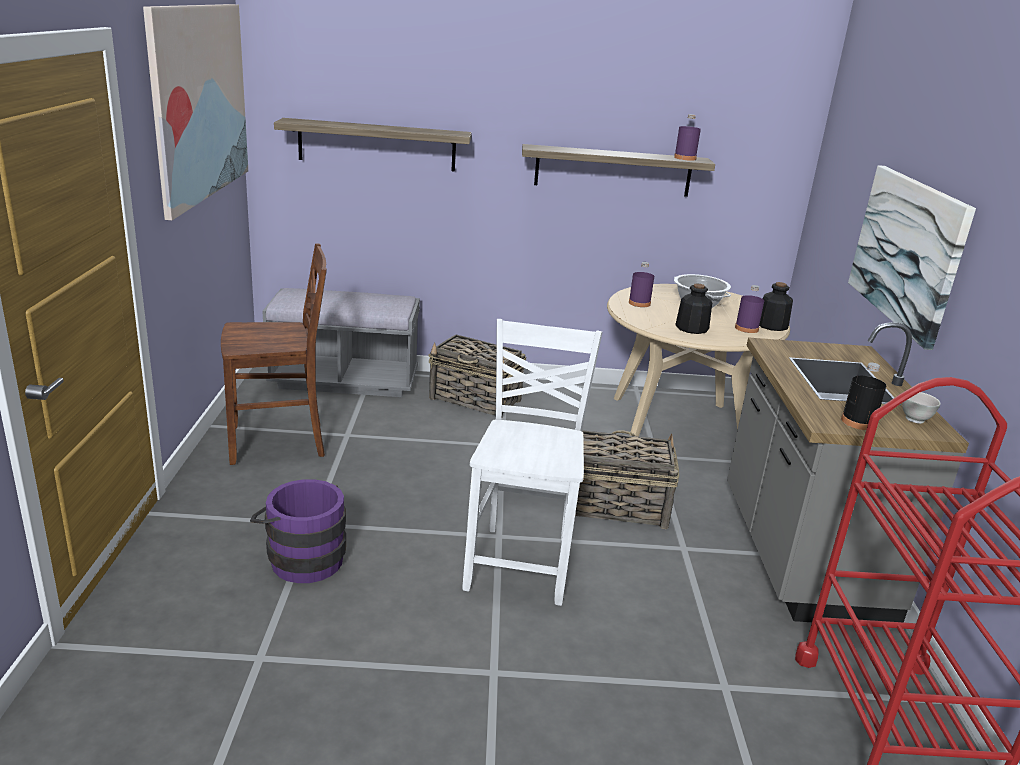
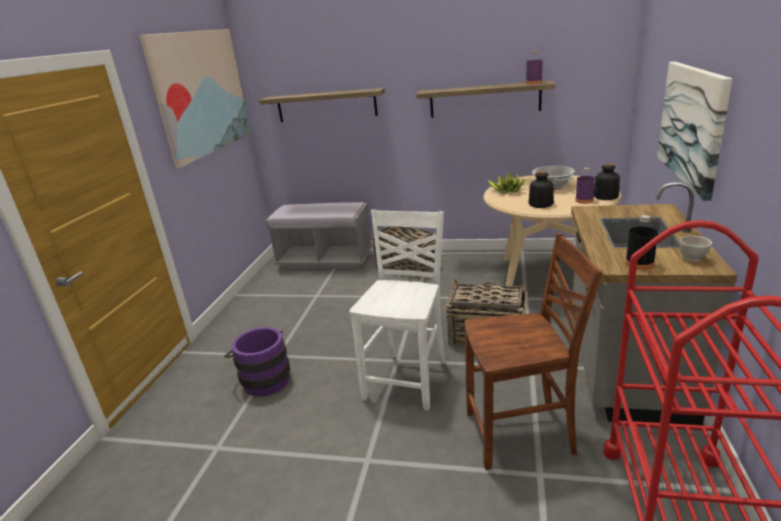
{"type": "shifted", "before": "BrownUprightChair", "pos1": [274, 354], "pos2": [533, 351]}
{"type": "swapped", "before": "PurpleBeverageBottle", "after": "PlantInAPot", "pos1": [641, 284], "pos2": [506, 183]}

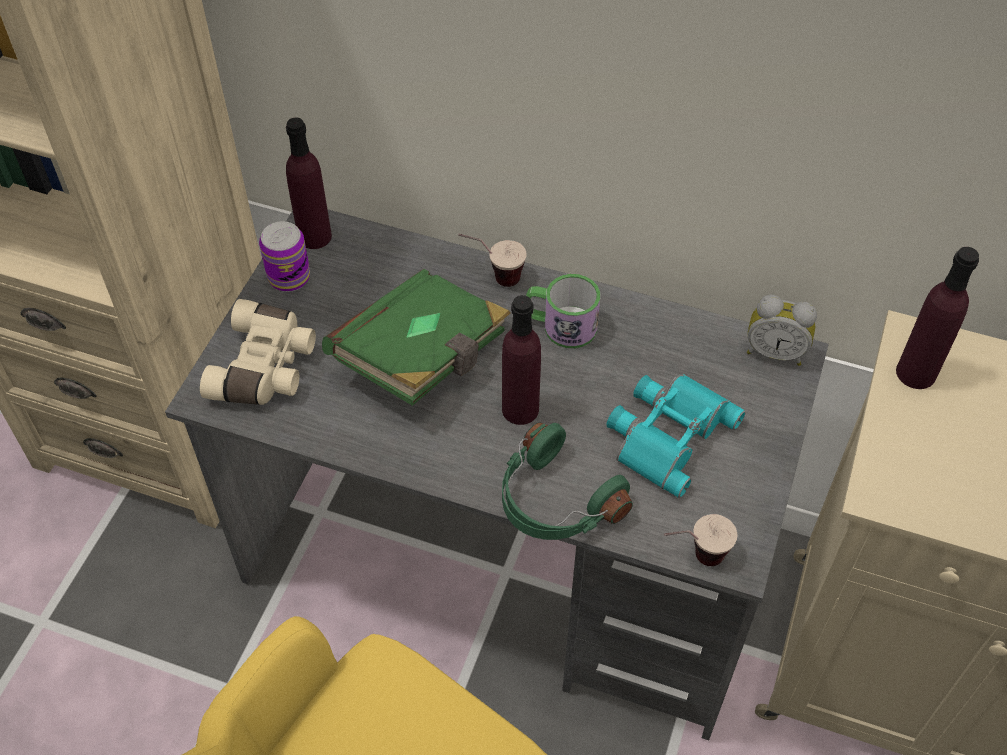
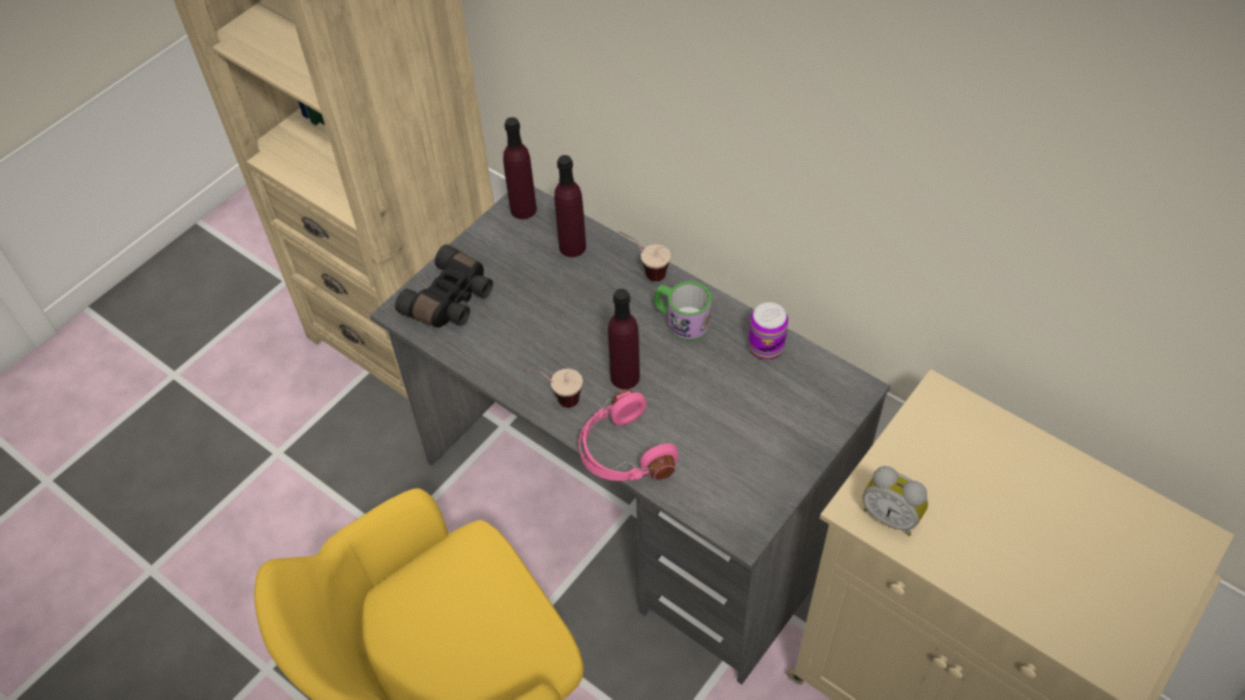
{"type": "repainted", "before": "BeigeColouredFieldGlasses", "after": "BlackFieldGlasses", "pos1": [258, 352], "pos2": [444, 286]}
{"type": "shifted", "before": "SealedCan", "pos1": [284, 256], "pos2": [768, 331]}
{"type": "gone", "before": "GreenishBoundBook", "pos1": [416, 337]}
{"type": "repainted", "before": "GreenishHeadset", "after": "PinkHeadset", "pos1": [567, 481], "pos2": [628, 435]}
{"type": "gone", "before": "TurquoiseFieldGlasses", "pos1": [676, 436]}
{"type": "shifted", "before": "Cup", "pos1": [701, 540], "pos2": [552, 388]}
{"type": "shifted", "before": "BedsideClock", "pos1": [782, 330], "pos2": [895, 501]}
{"type": "shifted", "before": "PurpleBeverageBottle", "pos1": [937, 318], "pos2": [570, 206]}

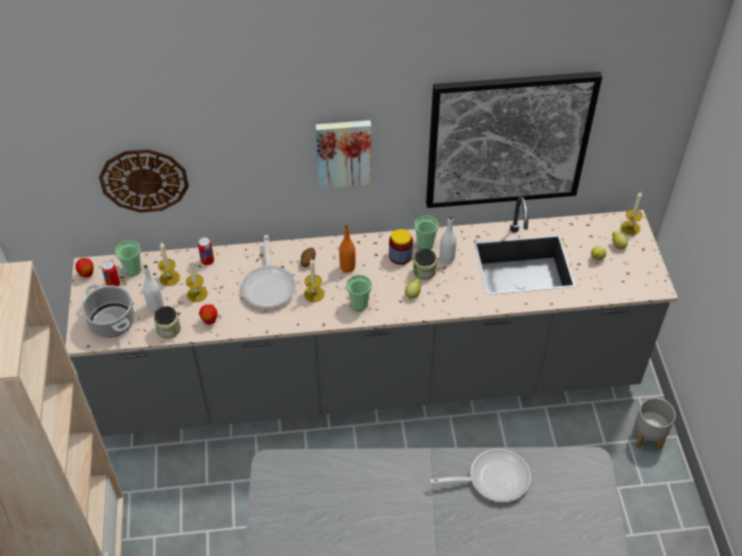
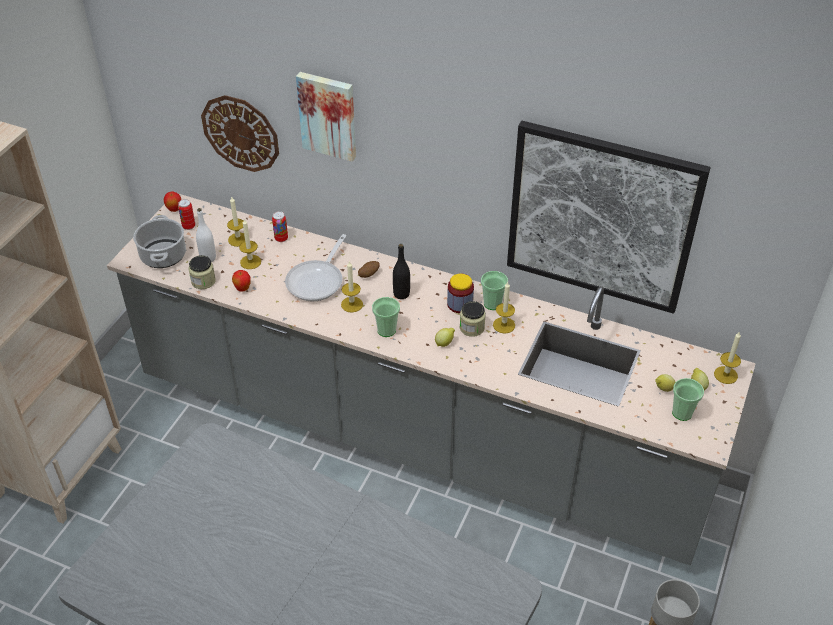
{"type": "shifted", "before": "Cup", "pos1": [128, 258], "pos2": [688, 399]}
{"type": "shifted", "before": "Picture", "pos1": [343, 154], "pos2": [326, 117]}
{"type": "repainted", "before": "OrangeColouredBeverageBottle", "after": "BlackBeverageBottle", "pos1": [347, 249], "pos2": [401, 271]}
{"type": "gone", "before": "Skillet", "pos1": [480, 475]}
{"type": "swapped", "before": "WhitishBeverageBottle", "after": "WaxCandle", "pos1": [448, 240], "pos2": [504, 307]}

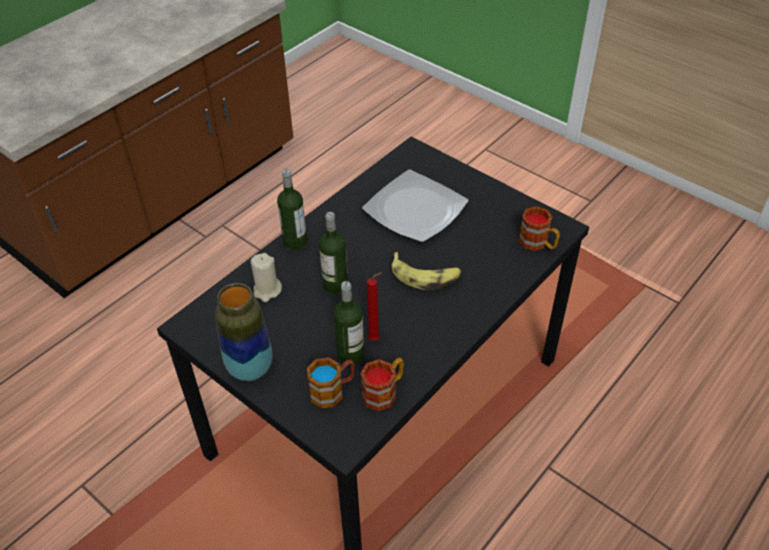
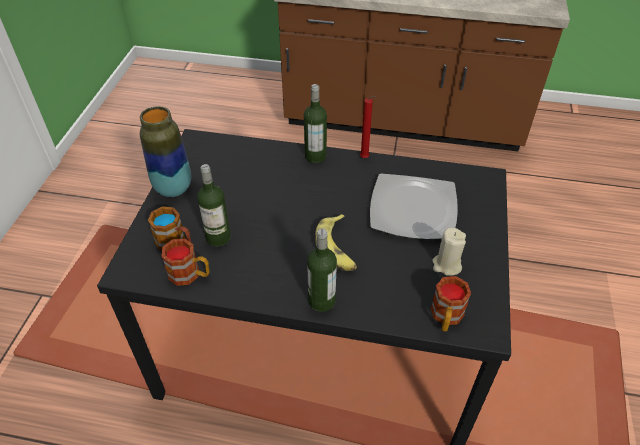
{"type": "shifted", "before": "BeigeColouredWaxCandle", "pos1": [266, 277], "pos2": [449, 251]}
{"type": "shifted", "before": "BeverageBottle", "pos1": [333, 253], "pos2": [322, 270]}
{"type": "shifted", "before": "RedColouredWaxCandle", "pos1": [374, 306], "pos2": [368, 127]}

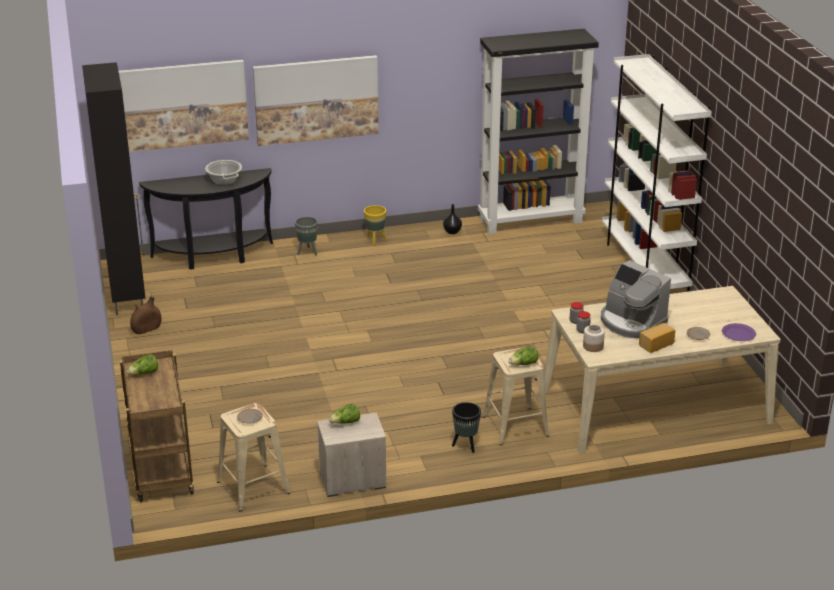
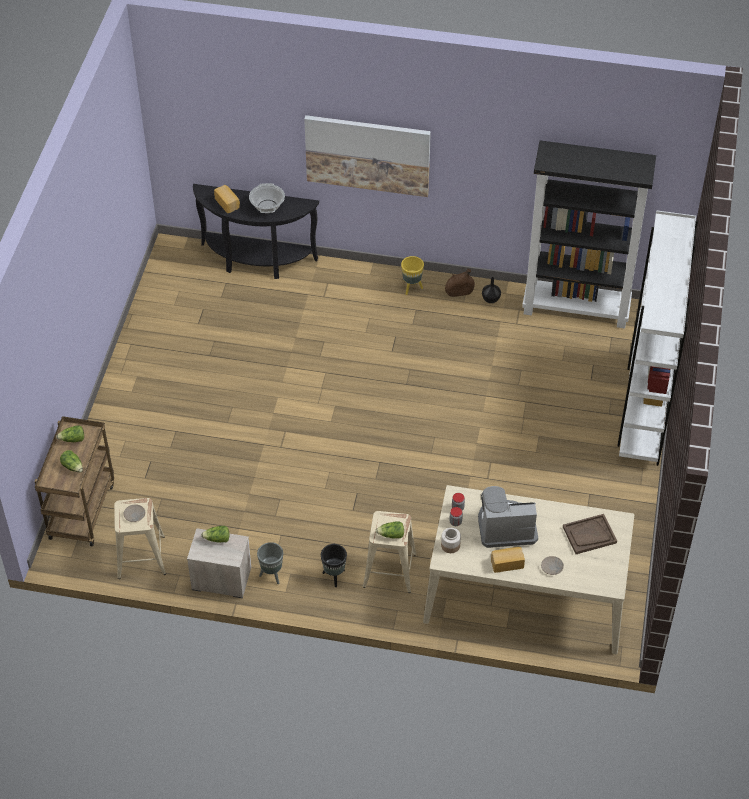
{"type": "gone", "before": "BlackStorageCabinet", "pos1": [113, 188]}
{"type": "gone", "before": "Picture", "pos1": [184, 106]}
{"type": "shifted", "before": "BrownDecorativeVase", "pos1": [145, 315], "pos2": [460, 283]}
{"type": "shifted", "before": "GreyishFlowerPot", "pos1": [306, 236], "pos2": [270, 563]}
{"type": "rotated", "before": "CoffeeBrewer", "pos1": [636, 299], "pos2": [508, 517], "turn": 105}
{"type": "gone", "before": "PurpleDinnerPlate", "pos1": [739, 332]}
{"type": "new", "after": "HeadOfLettuce", "pos2": [71, 461]}
{"type": "new", "after": "BakedBread", "pos2": [227, 199]}
{"type": "new", "after": "BrownCarryingTray", "pos2": [590, 534]}

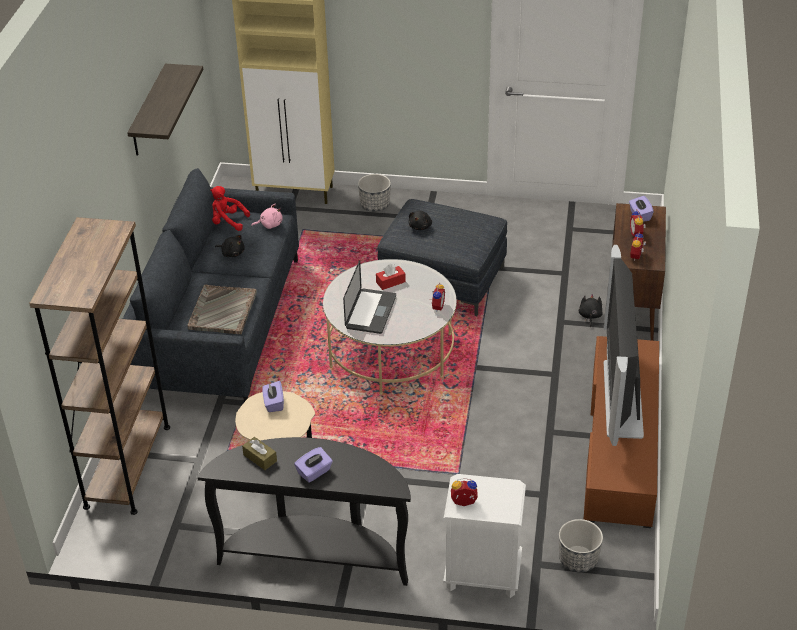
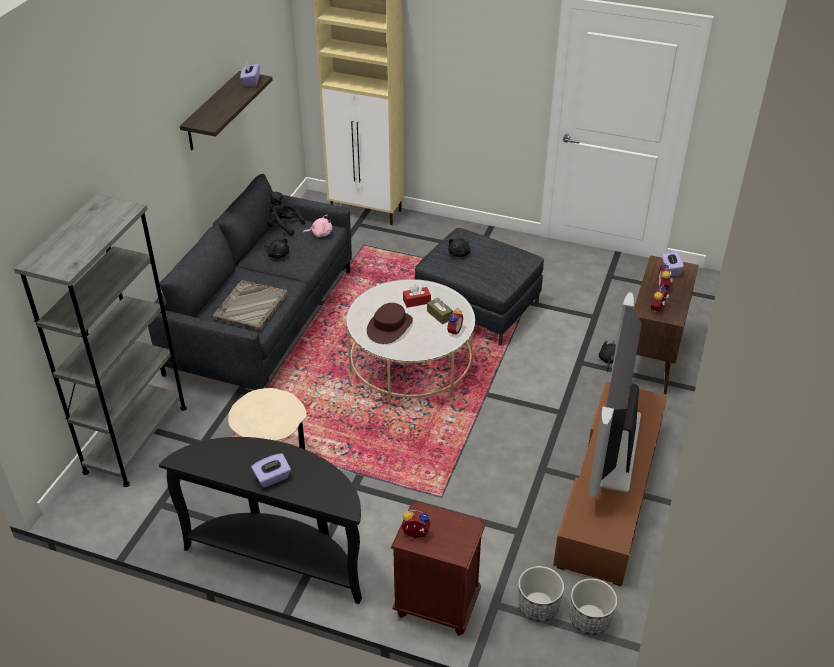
{"type": "repainted", "before": "BrownBookcase", "after": "GreyishBookcase", "pos1": [99, 366], "pos2": [100, 340]}
{"type": "repainted", "before": "RedColouredCuddlyToy", "after": "BlackCuddlyToy", "pos1": [230, 208], "pos2": [286, 213]}
{"type": "shifted", "before": "BrownTissueHolder", "pos1": [259, 453], "pos2": [440, 311]}
{"type": "shifted", "before": "PurpleTissueHolder", "pos1": [273, 396], "pos2": [250, 74]}
{"type": "swapped", "before": "Laptop", "after": "BrownHat", "pos1": [369, 297], "pos2": [390, 323]}
{"type": "shifted", "before": "FlowerPot", "pos1": [374, 193], "pos2": [593, 606]}
{"type": "repainted", "before": "WhitishNightstand", "after": "BrownNightstand", "pos1": [484, 536], "pos2": [438, 569]}

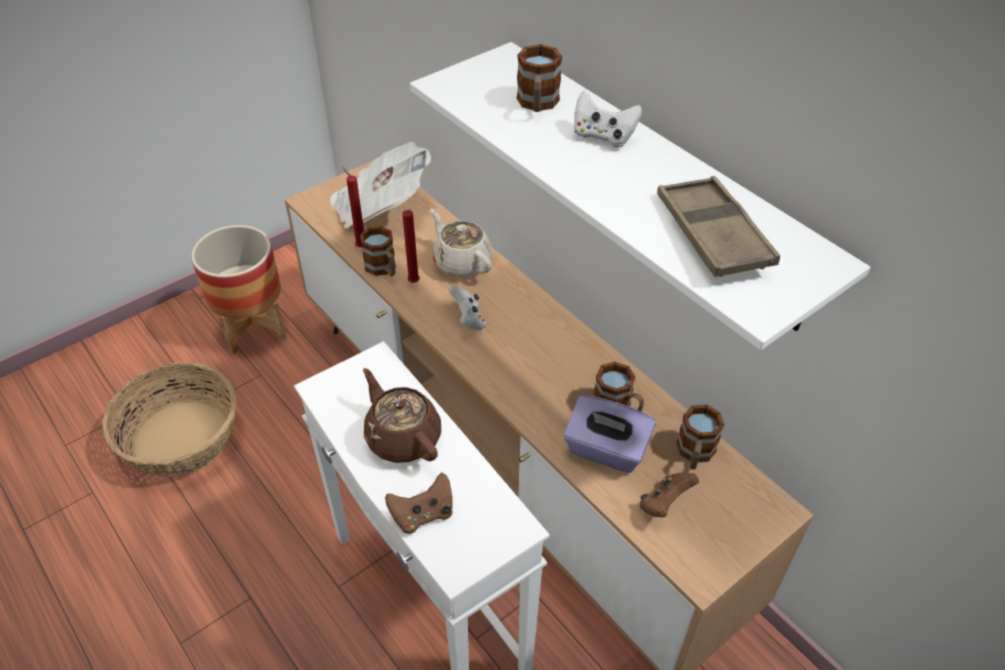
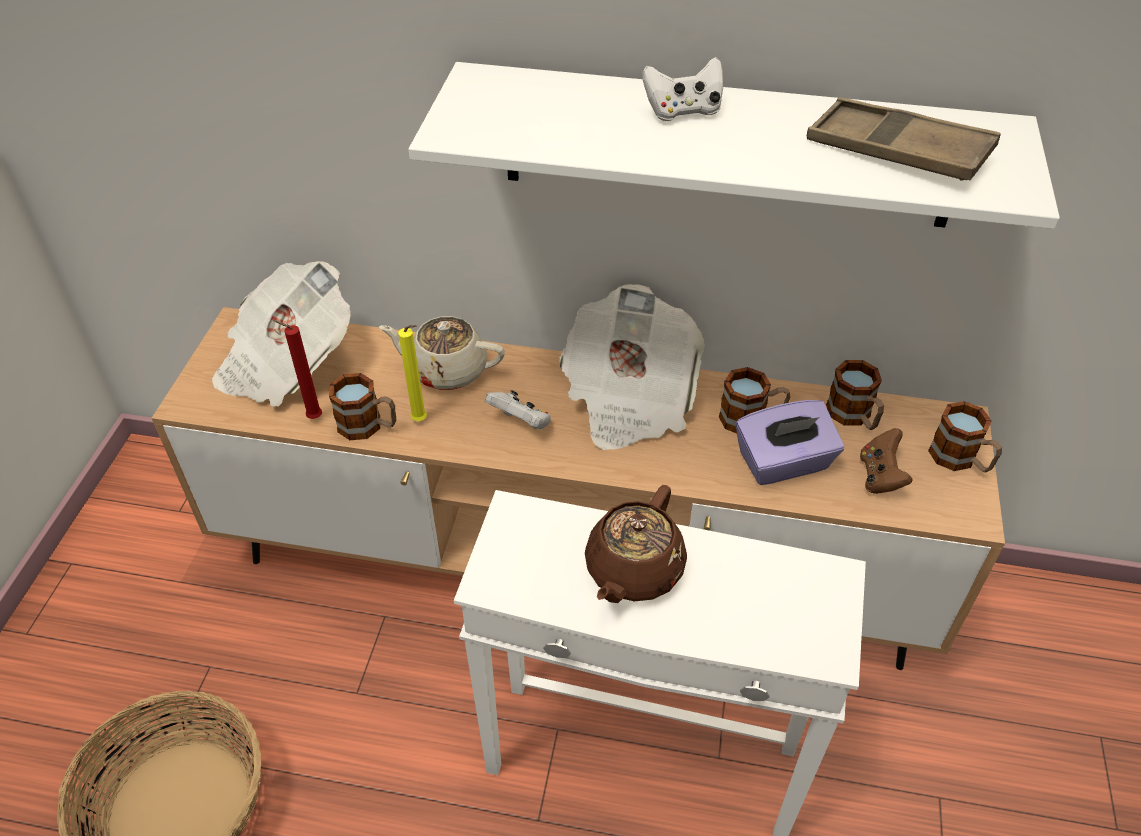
{"type": "gone", "before": "FlowerPot", "pos1": [239, 289]}
{"type": "rotated", "before": "BrownPotForTea", "pos1": [402, 415], "pos2": [636, 544], "turn": -75}
{"type": "gone", "before": "BrownGameController", "pos1": [419, 503]}
{"type": "repainted", "before": "RedColouredWaxCandle", "after": "YellowWaxCandle", "pos1": [411, 246], "pos2": [412, 373]}
{"type": "shifted", "before": "TeaMug", "pos1": [539, 78], "pos2": [965, 437]}
{"type": "new", "after": "PrintedPaper", "pos2": [632, 367]}

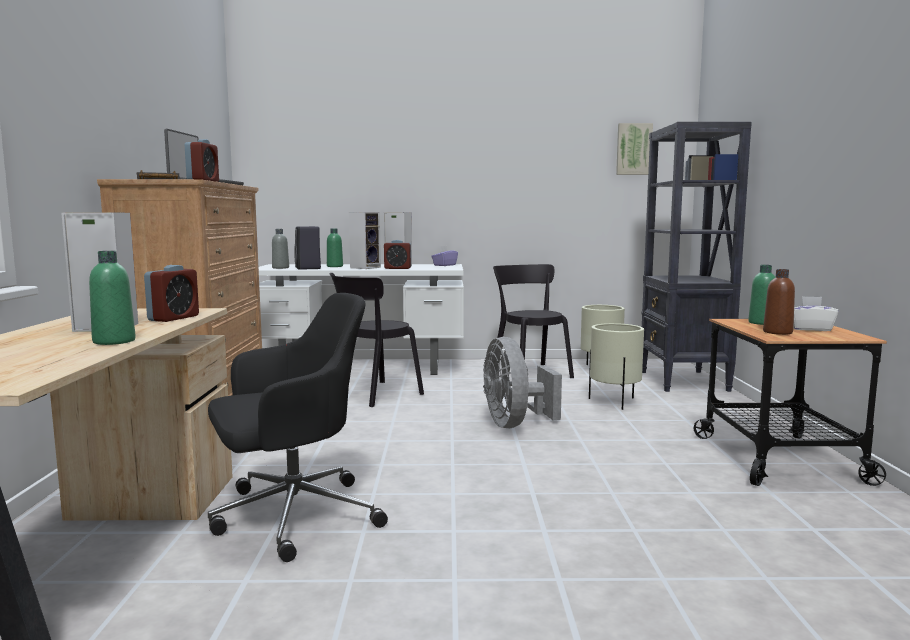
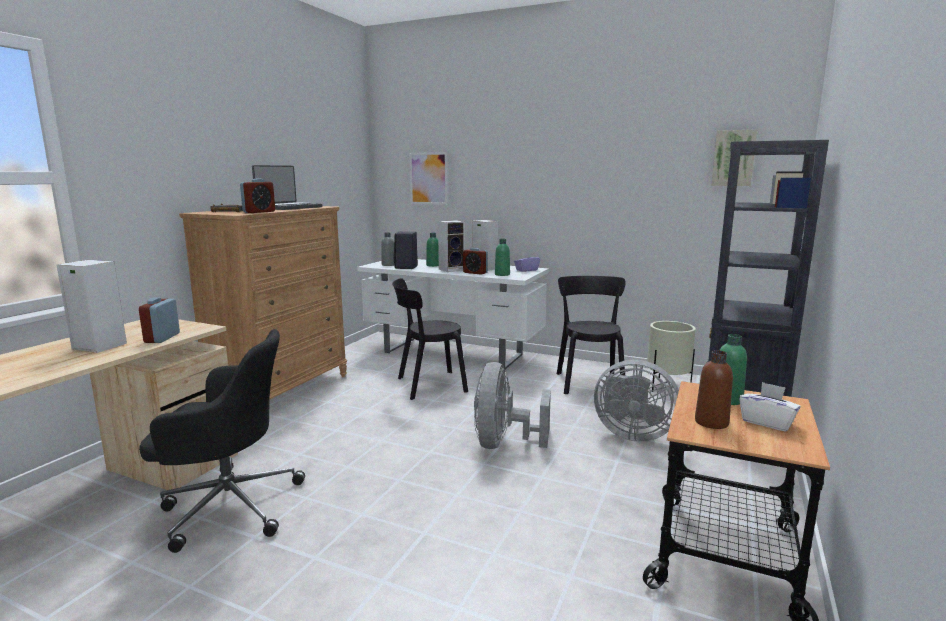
{"type": "shifted", "before": "GreenishBeverageBottle", "pos1": [112, 298], "pos2": [502, 257]}
{"type": "rotated", "before": "BedsideClock", "pos1": [171, 293], "pos2": [159, 320], "turn": 135}
{"type": "swapped", "before": "BeigeColouredFlowerPot", "after": "GreyishFan", "pos1": [616, 366], "pos2": [636, 401]}
{"type": "new", "after": "Picture", "pos2": [428, 178]}

